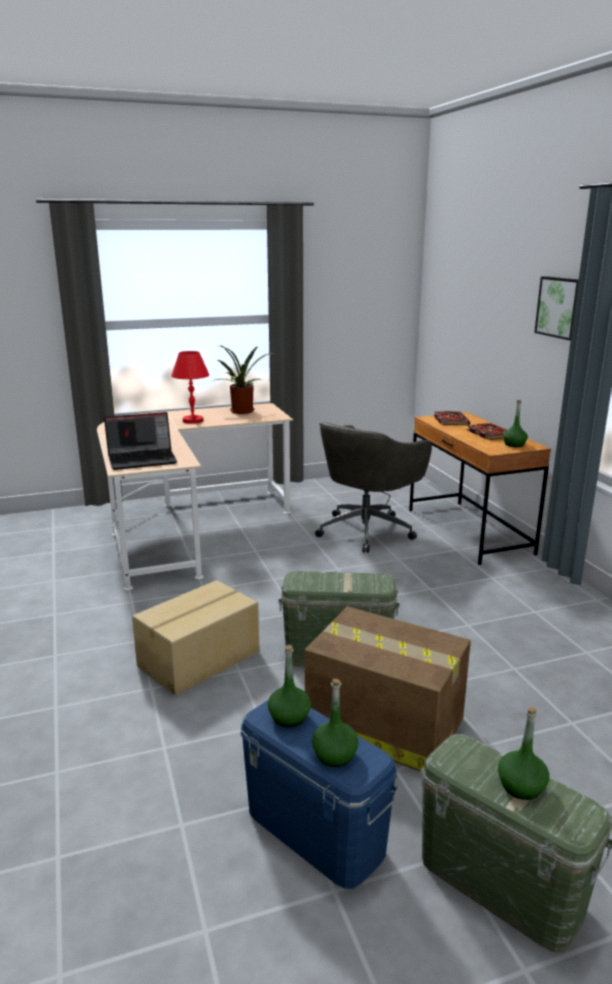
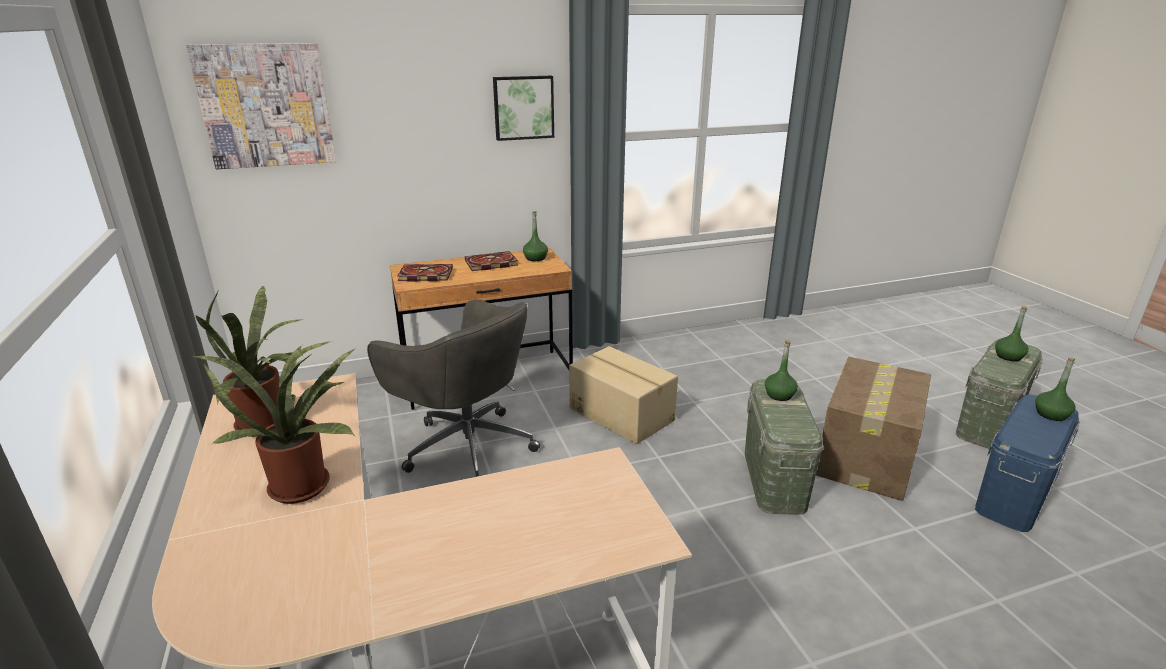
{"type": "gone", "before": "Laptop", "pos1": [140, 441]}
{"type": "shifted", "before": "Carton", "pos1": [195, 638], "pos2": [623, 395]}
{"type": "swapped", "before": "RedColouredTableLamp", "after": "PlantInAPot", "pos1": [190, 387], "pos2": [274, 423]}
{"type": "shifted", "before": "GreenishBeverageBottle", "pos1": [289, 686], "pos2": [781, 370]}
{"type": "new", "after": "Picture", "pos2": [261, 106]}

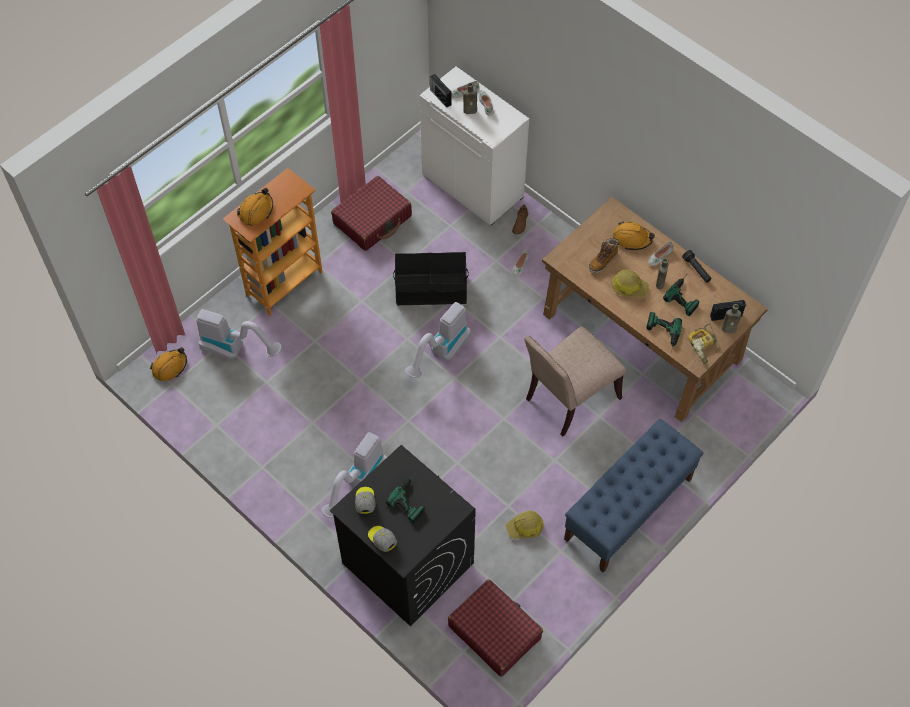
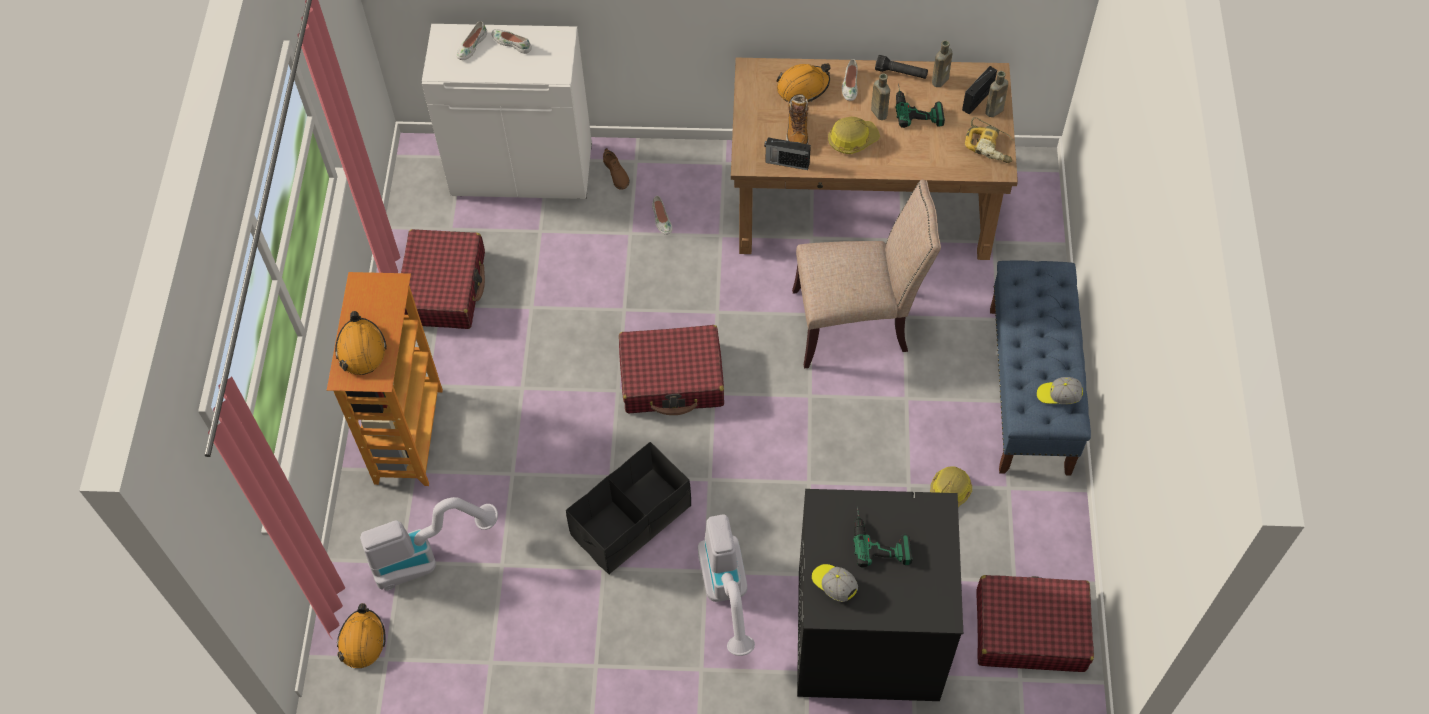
{"type": "shifted", "before": "Cap", "pos1": [382, 539], "pos2": [1060, 390]}
{"type": "shifted", "before": "BlackStorageBox", "pos1": [431, 278], "pos2": [628, 508]}
{"type": "swapped", "before": "Hoover", "after": "RedColouredTravelCase", "pos1": [438, 340], "pos2": [671, 370]}
{"type": "shifted", "before": "Radio", "pos1": [441, 91], "pos2": [787, 153]}
{"type": "shifted", "before": "BrownBeverageBottle", "pos1": [470, 98], "pos2": [942, 63]}
{"type": "rotated", "before": "BeigeColouredUprightChair", "pos1": [575, 381], "pos2": [866, 273], "turn": -105}
{"type": "gone", "before": "Drill", "pos1": [664, 332]}

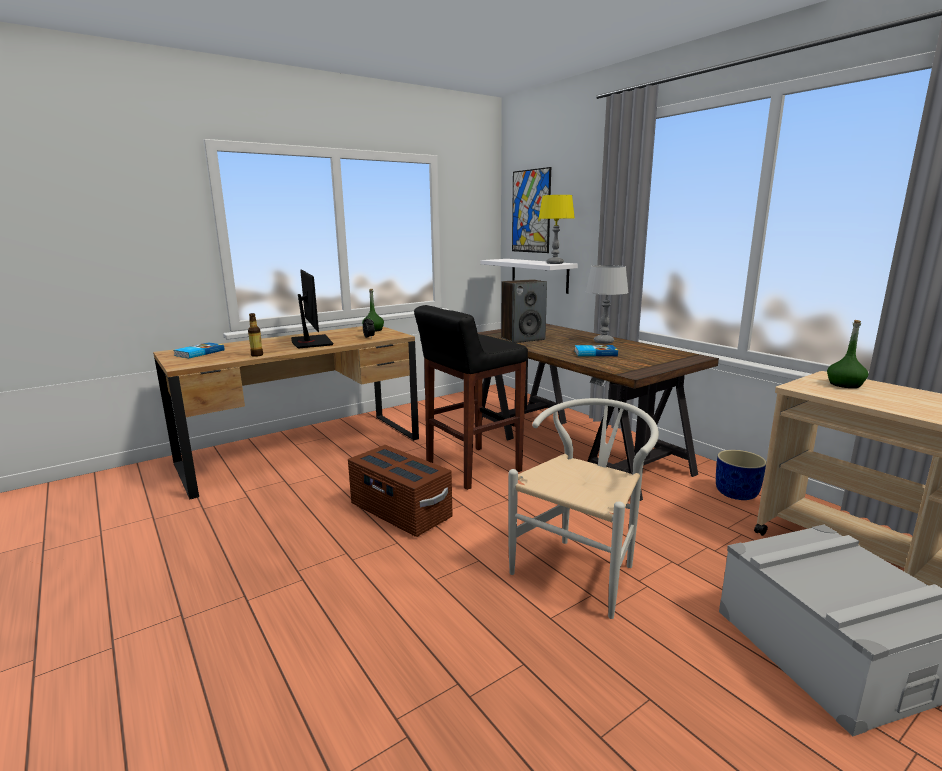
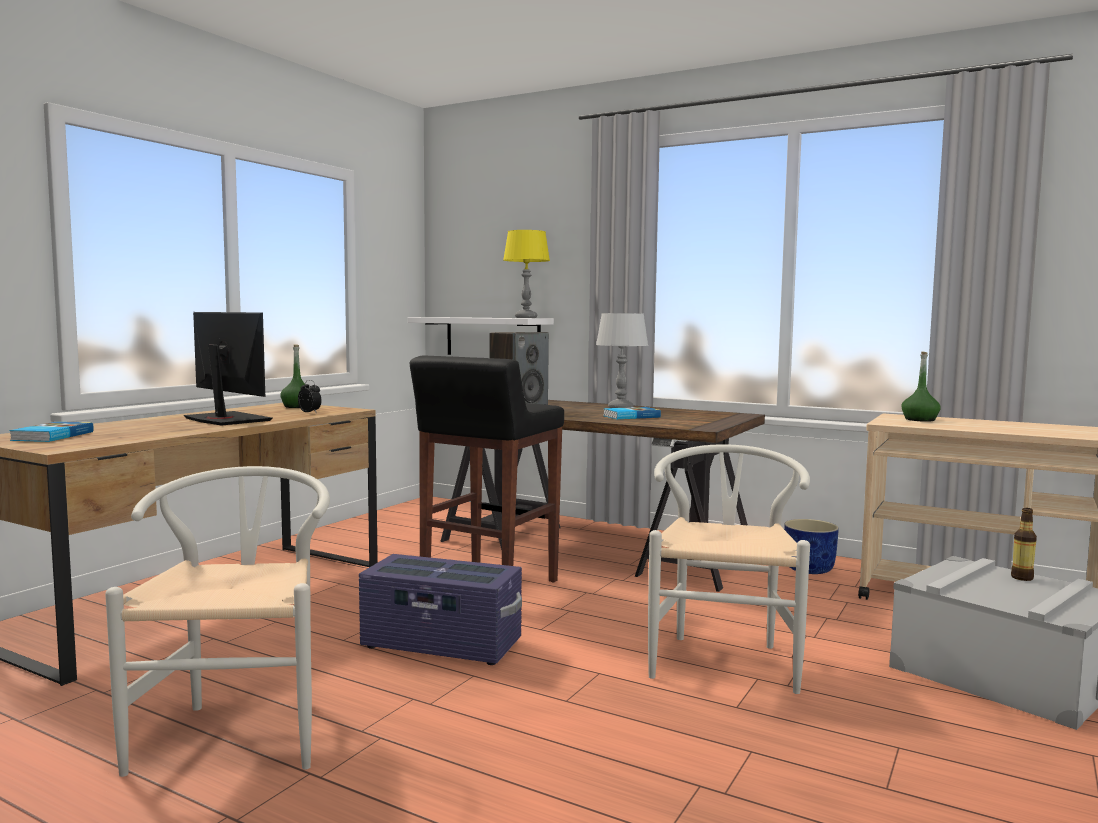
{"type": "shifted", "before": "BeverageBottle", "pos1": [255, 335], "pos2": [1024, 544]}
{"type": "repainted", "before": "BrownStorageBox", "after": "PurpleStorageBox", "pos1": [400, 491], "pos2": [440, 609]}
{"type": "gone", "before": "Picture", "pos1": [531, 210]}
{"type": "new", "after": "WhitishUprightChair", "pos2": [217, 621]}

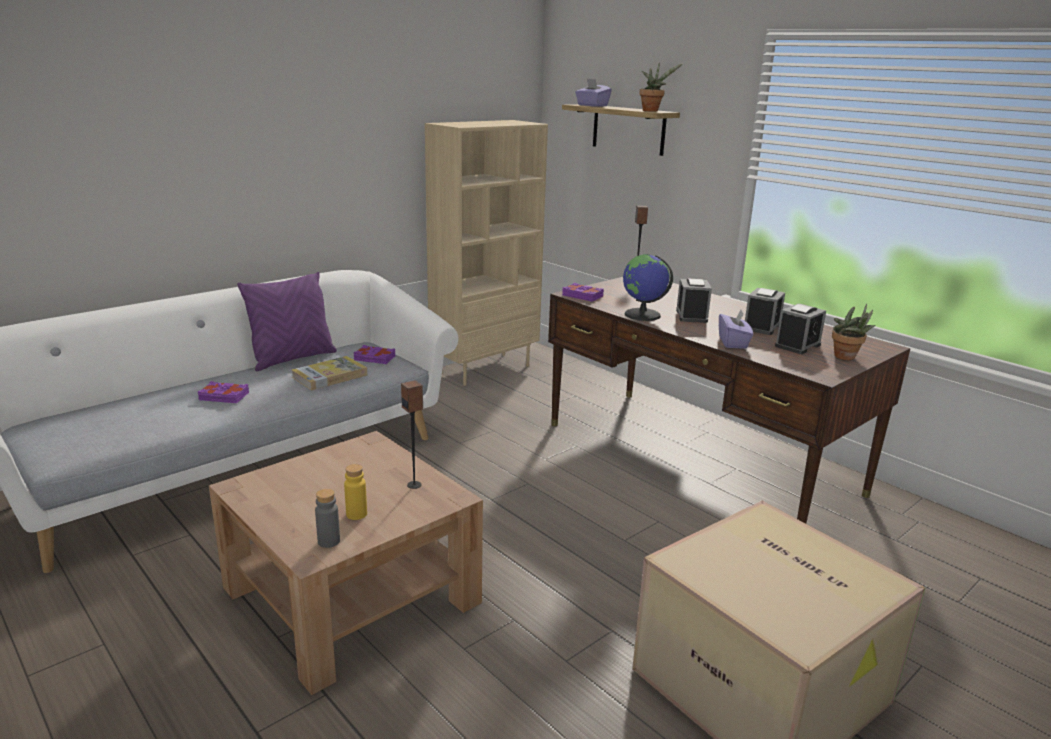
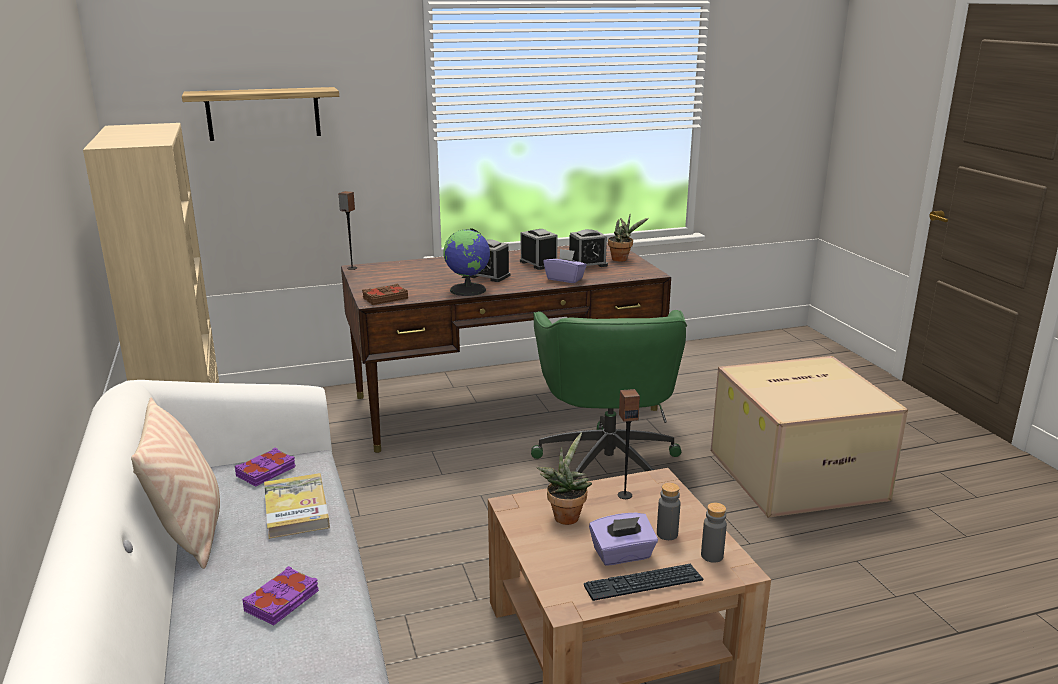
{"type": "repainted", "before": "PurpleThrowPillow", "after": "BeigeColouredThrowPillow", "pos1": [287, 321], "pos2": [175, 483]}
{"type": "repainted", "before": "YellowBeverageBottle", "after": "GreyishBeverageBottle", "pos1": [355, 492], "pos2": [668, 511]}
{"type": "repainted", "before": "PurpleBoundBook", "after": "BrownBoundBook", "pos1": [583, 292], "pos2": [385, 294]}
{"type": "shifted", "before": "PurpleTissueHolder", "pos1": [593, 93], "pos2": [623, 539]}
{"type": "shifted", "before": "PlantInAPot", "pos1": [661, 87], "pos2": [564, 479]}
{"type": "rotated", "before": "BedsideClock", "pos1": [800, 329], "pos2": [588, 248], "turn": 90}
{"type": "new", "after": "GreenishOfficeChair", "pos2": [609, 395]}
{"type": "new", "after": "ComputerKeyboard", "pos2": [643, 582]}

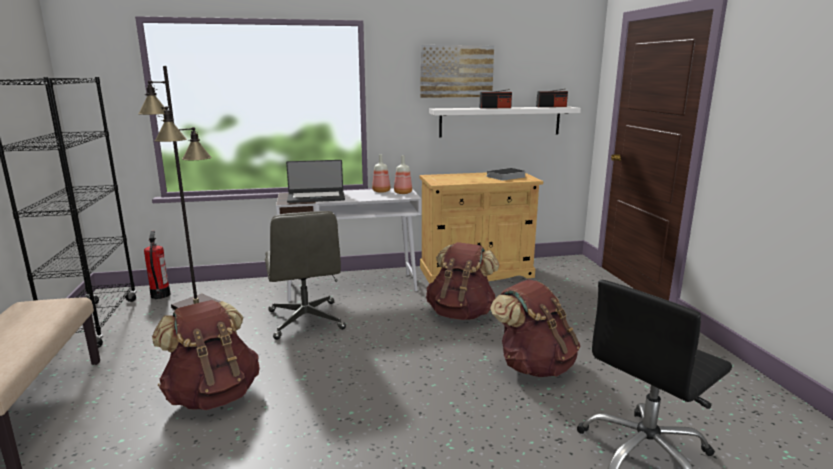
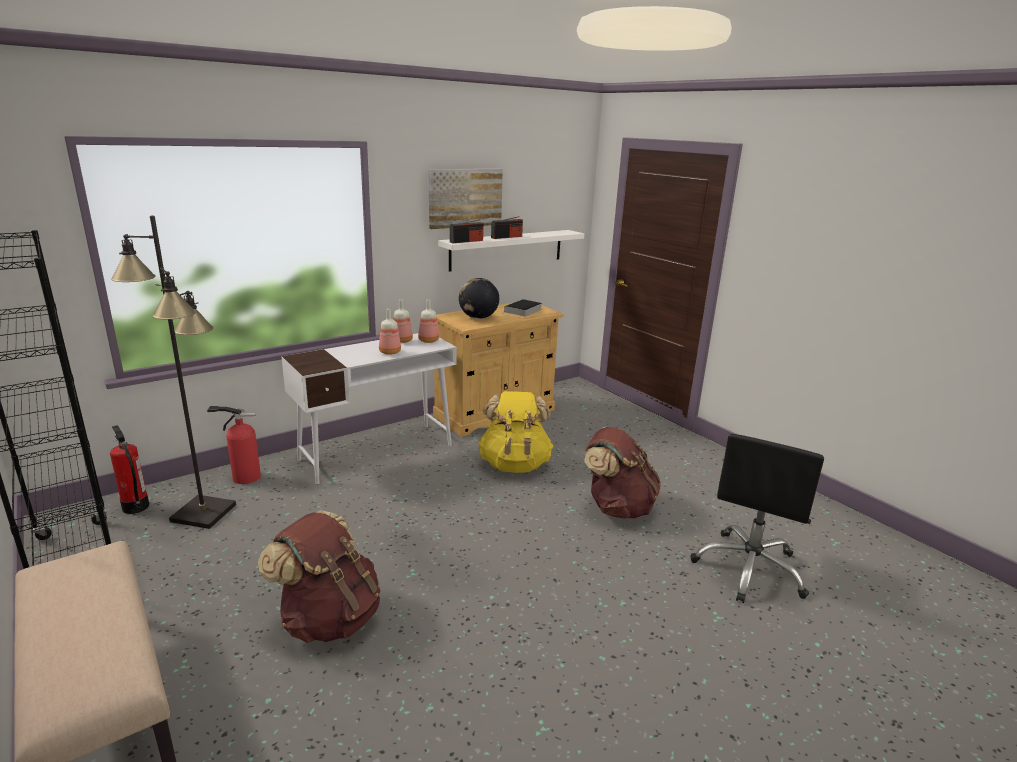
{"type": "gone", "before": "GreyishOfficeChair", "pos1": [305, 275]}
{"type": "gone", "before": "Laptop", "pos1": [315, 181]}
{"type": "repainted", "before": "BrownKnapsack", "after": "YellowKnapsack", "pos1": [462, 281], "pos2": [515, 432]}
{"type": "shifted", "before": "Radio", "pos1": [552, 98], "pos2": [466, 231]}
{"type": "new", "after": "FireFightingCylinder", "pos2": [234, 445]}
{"type": "new", "after": "BeverageBottle", "pos2": [390, 332]}
{"type": "new", "after": "DeskGlobe", "pos2": [479, 298]}

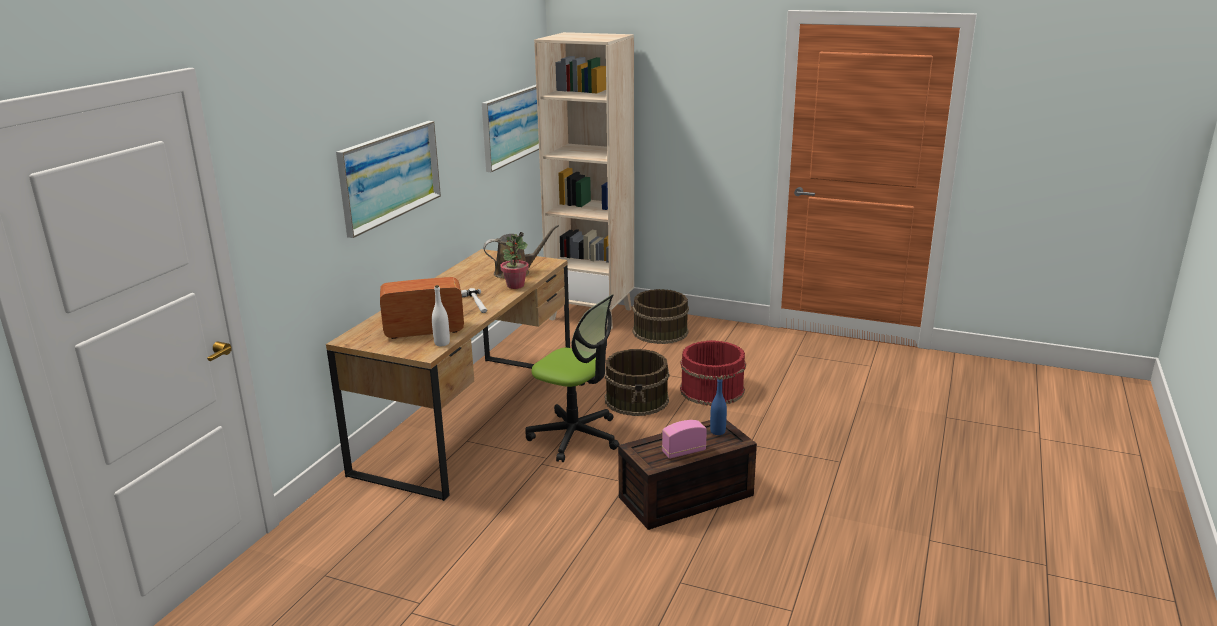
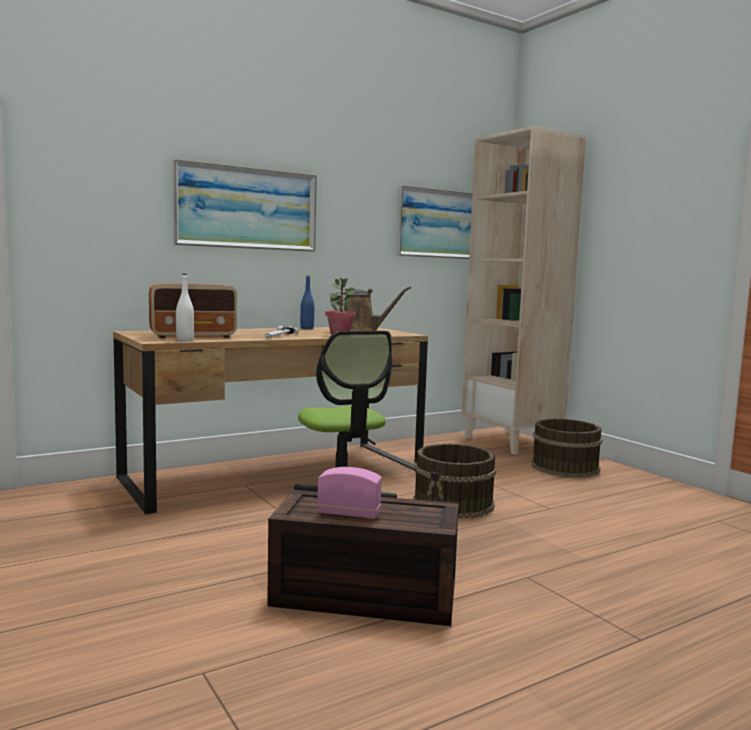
{"type": "rotated", "before": "Radio", "pos1": [422, 308], "pos2": [193, 310], "turn": 135}
{"type": "gone", "before": "RedColouredPail", "pos1": [713, 373]}
{"type": "shifted", "before": "BluishBeverageBottle", "pos1": [718, 406], "pos2": [307, 302]}

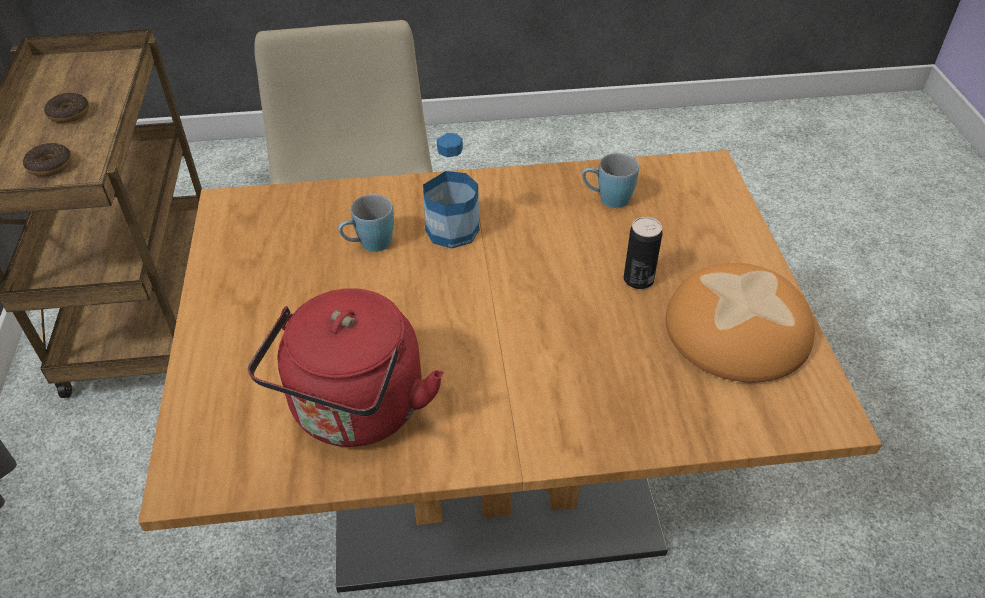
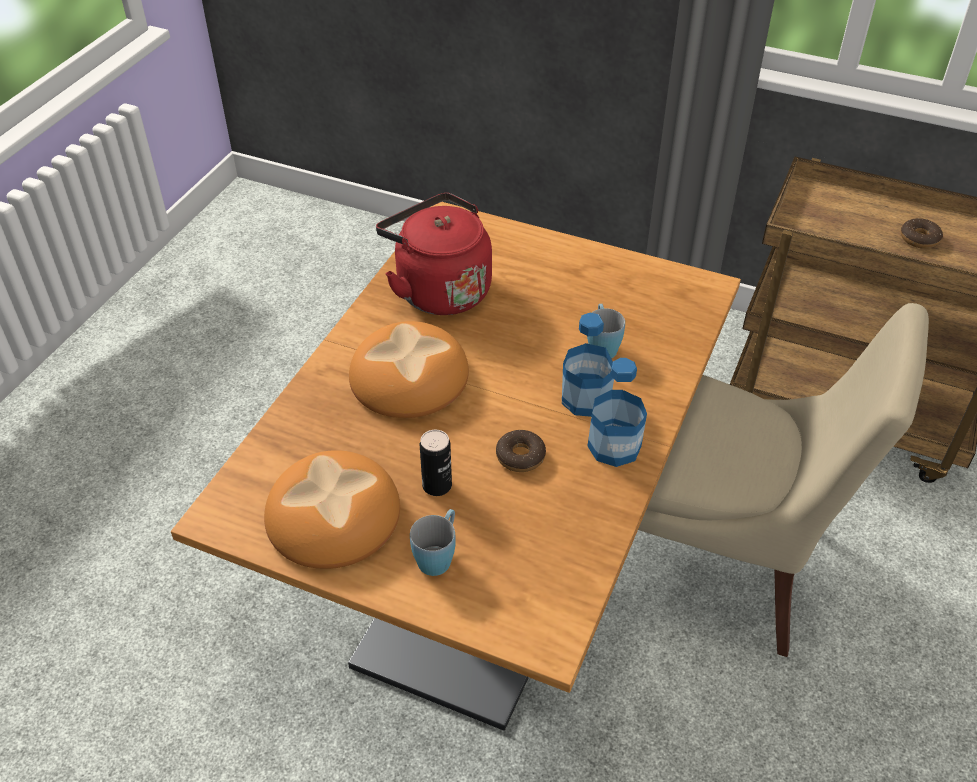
{"type": "shifted", "before": "RingDoughnut", "pos1": [47, 160], "pos2": [521, 451]}
{"type": "shifted", "before": "BluishTeaMug", "pos1": [610, 180], "pos2": [433, 542]}
{"type": "new", "after": "BakedBread", "pos2": [409, 369]}
{"type": "new", "after": "BeverageBottle", "pos2": [617, 412]}

